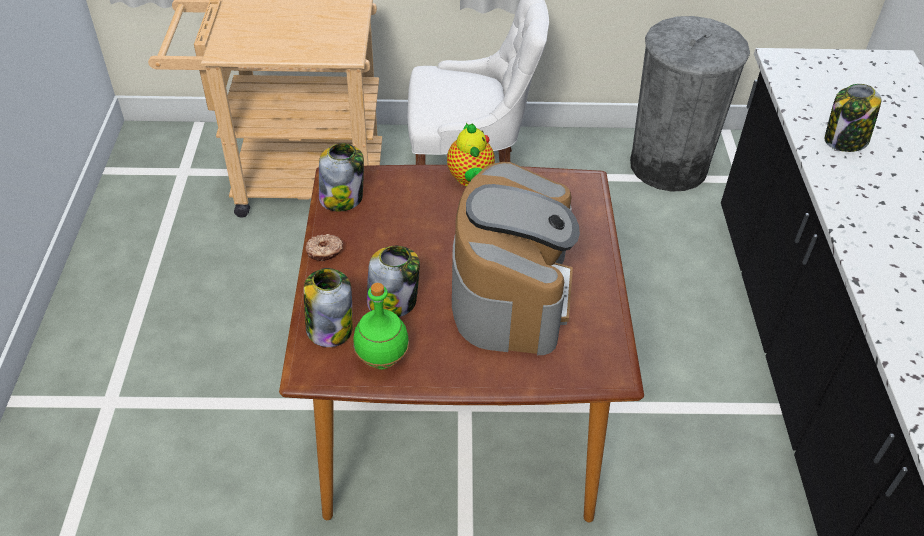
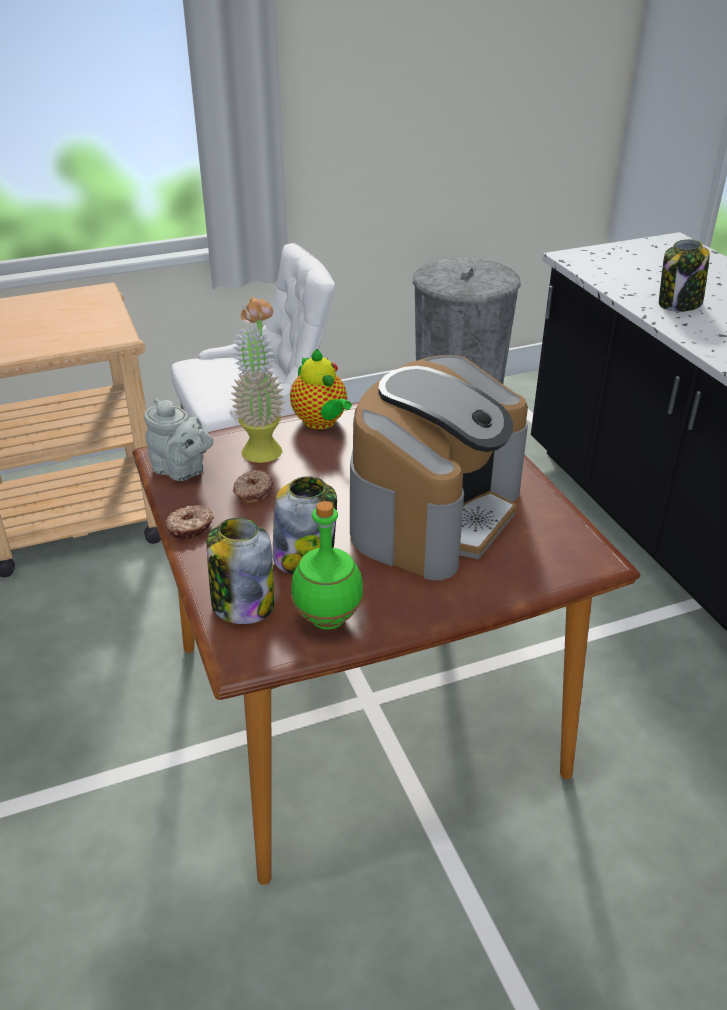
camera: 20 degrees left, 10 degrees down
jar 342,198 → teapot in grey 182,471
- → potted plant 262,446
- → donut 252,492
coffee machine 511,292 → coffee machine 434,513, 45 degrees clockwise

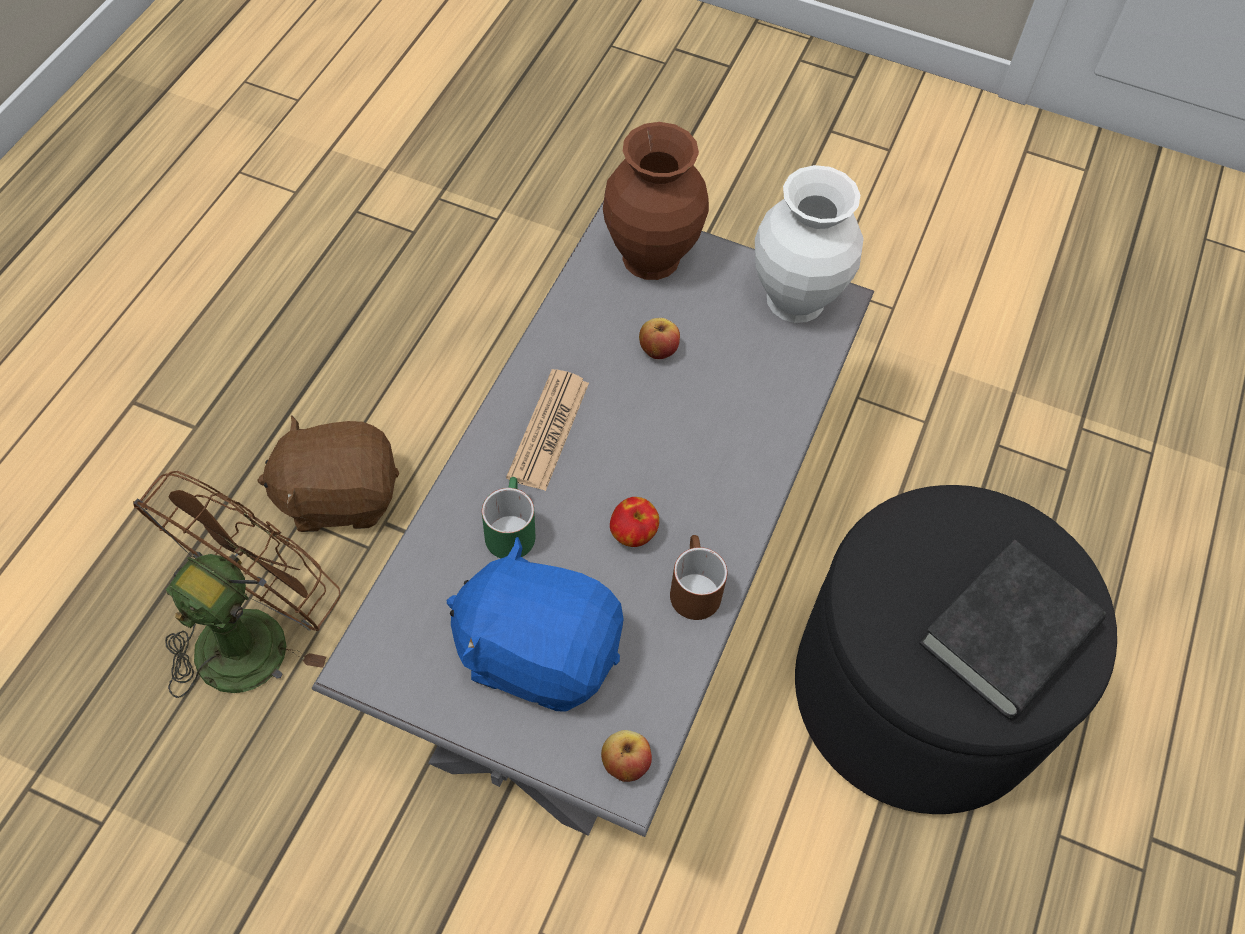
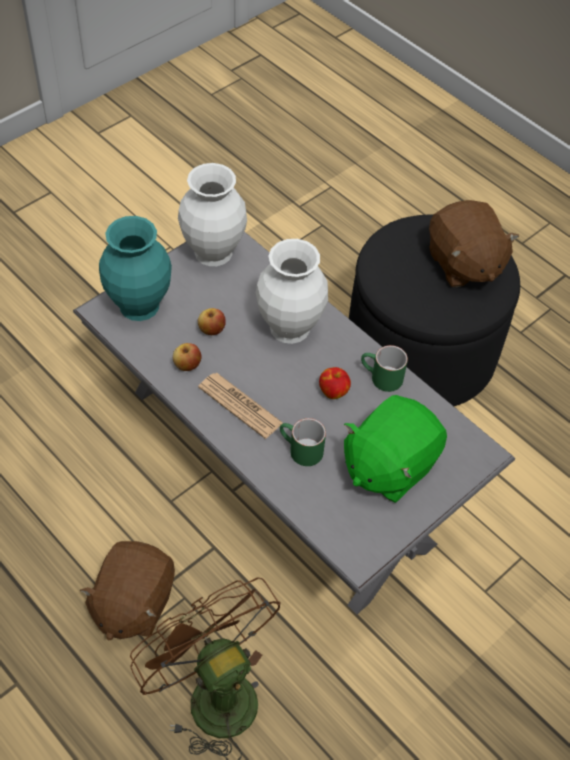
camera: 65 degrees left, 5 degrees down
vase in brown 650,256 → vase in turquoise 137,305
apple 625,763 → apple 187,365, shifted
- → vase in white 290,329
plush toy in blue 538,651 → plush toy in green 388,465
mug in brown 692,587 → mug in green 380,378
book in black 1008,636 → plush toy in brown 463,264

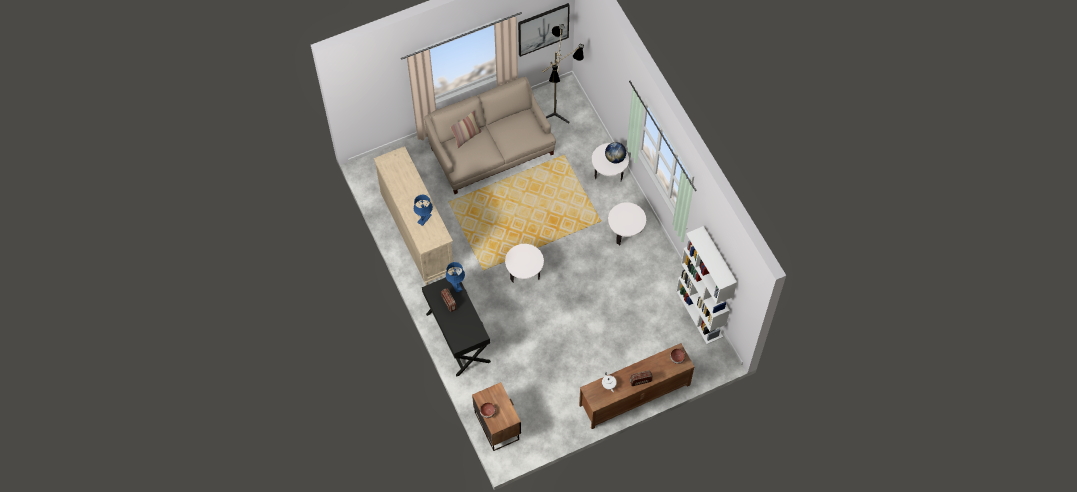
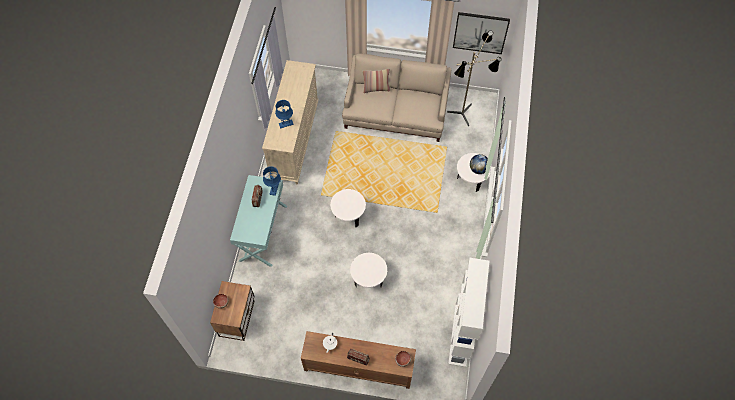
camera: 35 degrees right, 0 degrees up
console table in black 457,337 → console table in turquoise 263,233
side table in white 625,232 → side table in white 368,280, shifted

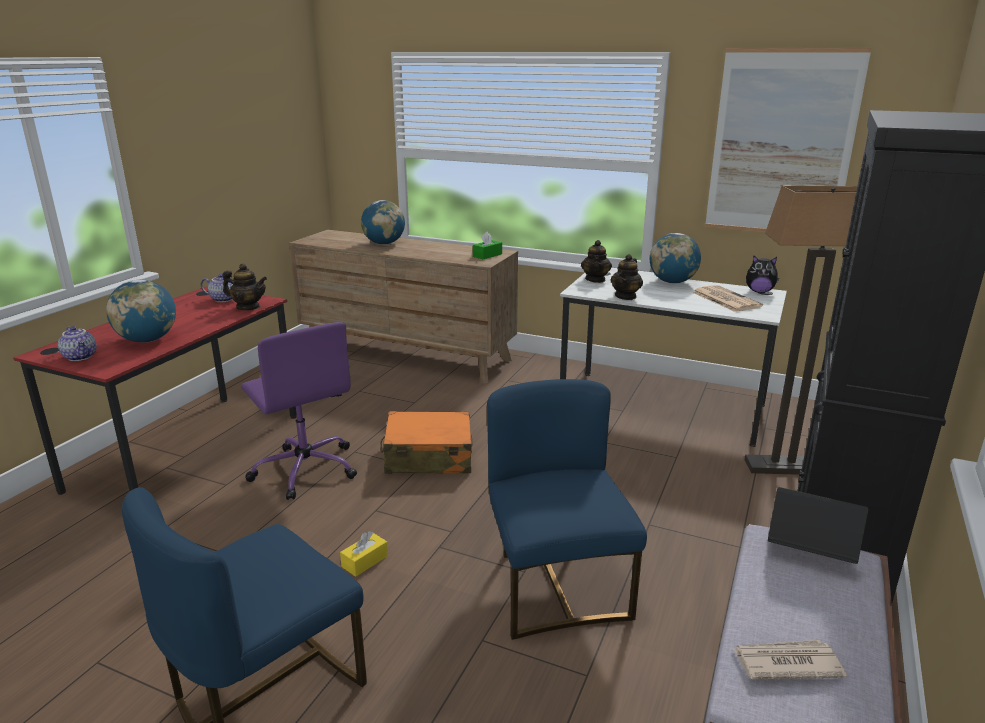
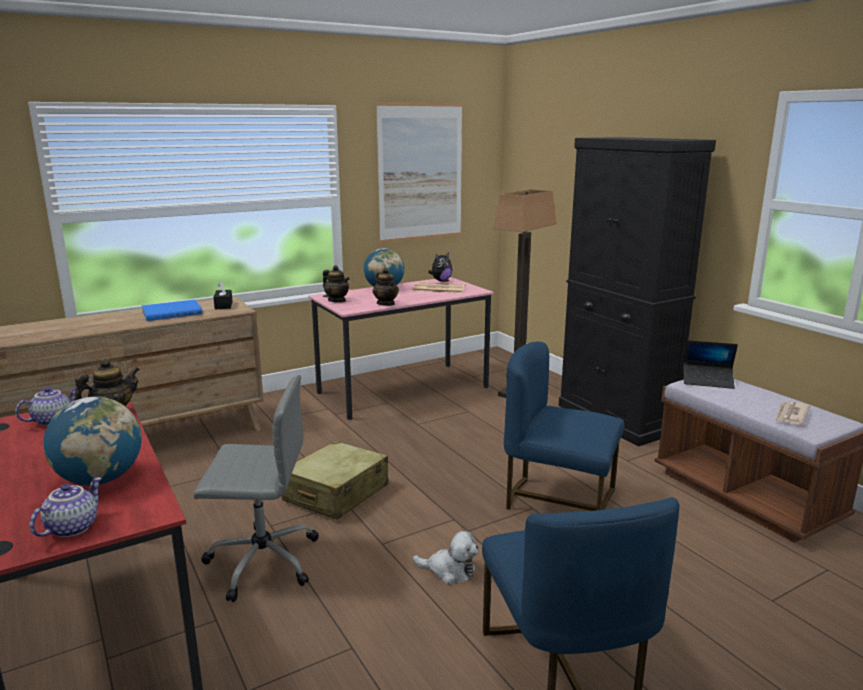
camera: 55 degrees left, 5 degrees down
teapot 81,357 → teapot 72,527, 60 degrees counterclockwise
- → book in blue 172,312
office chair in purple 305,469 → office chair in grey 261,561
tissue box in green 487,255 → tissue box in black 223,305
suitcase in orange 428,457 → suitcase in beige 336,494
desk in white 662,406 → desk in pink 403,390
tissue box in yellow 365,561 → plush toy 449,571
laptop 809,552 → laptop 707,381, 135 degrees counterclockwise
globe 384,243 → -

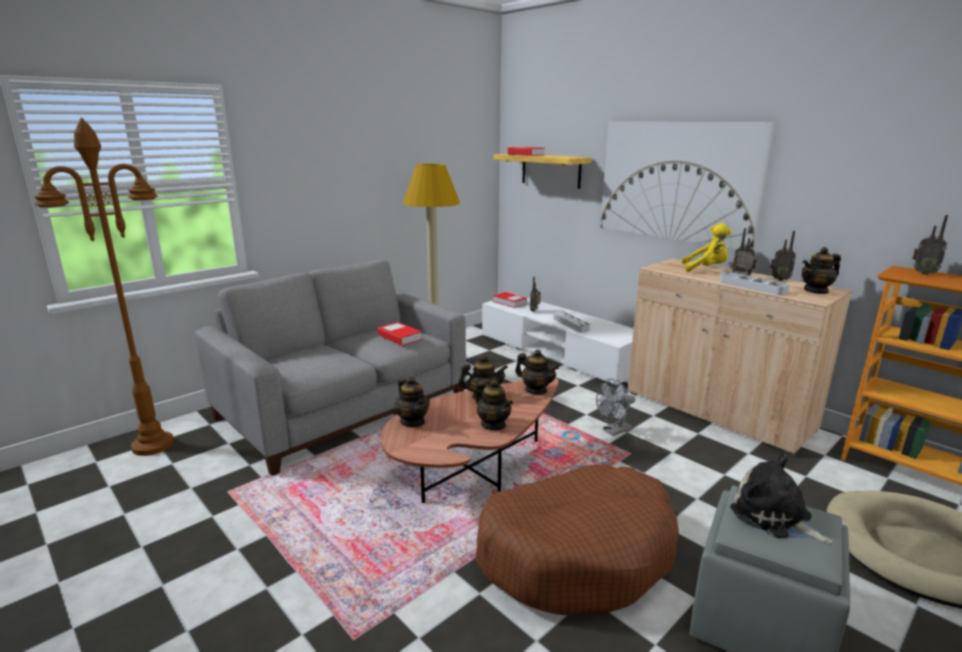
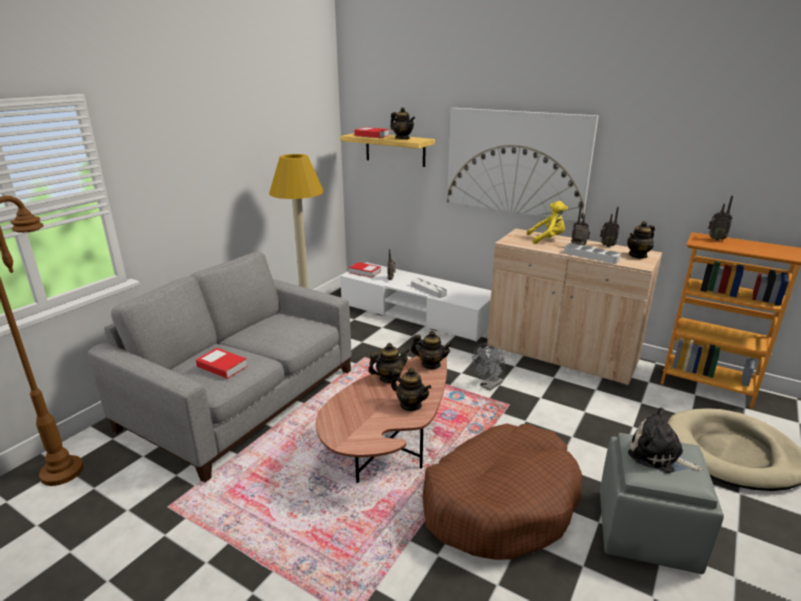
camera: 15 degrees left, 5 degrees up
book 399,337 → book 222,367, shifted
teapot 413,421 → teapot 402,138, shifted

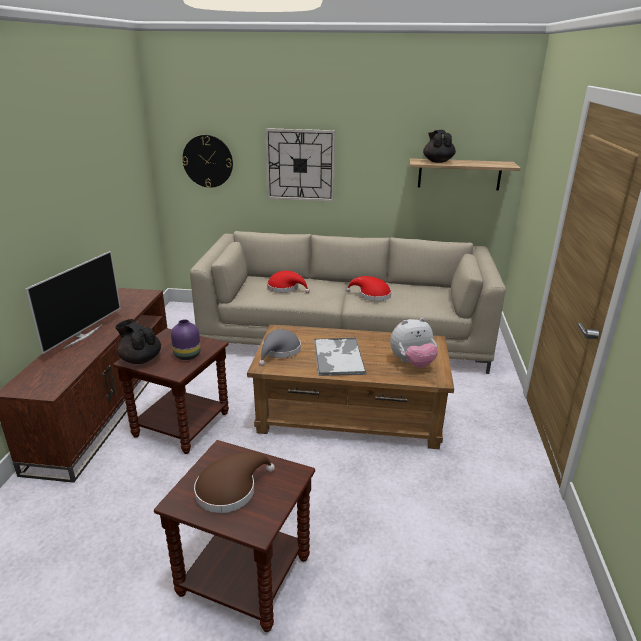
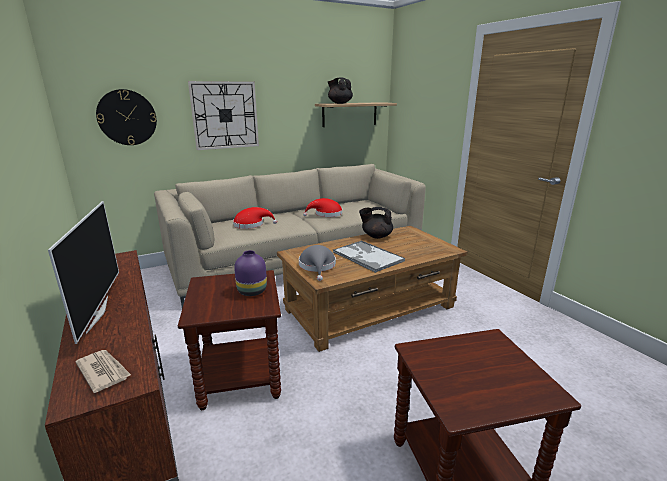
camera: 35 degrees left, 5 degrees down
- → newspaper 103,371
teapot in black 140,359 → teapot in black 376,236, shifted
hat in brown 230,490 → -
plush toy 412,363 → -

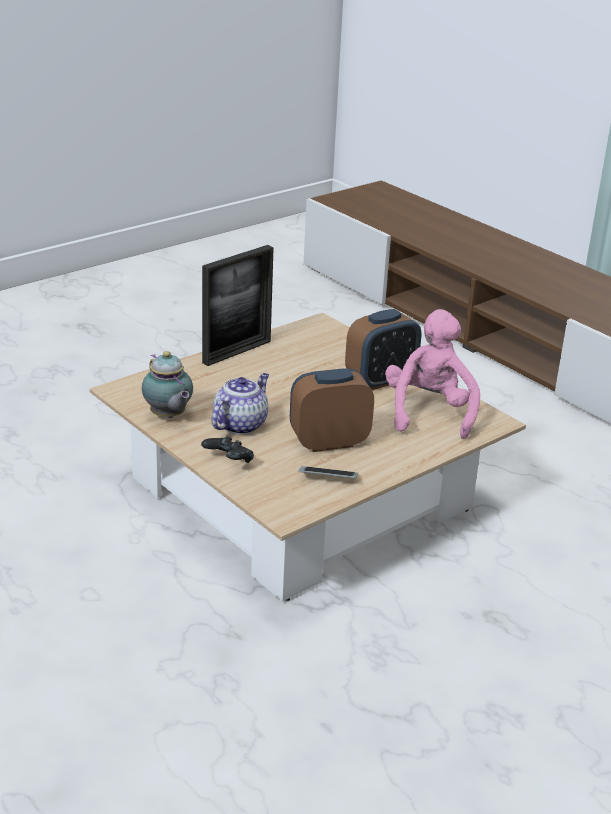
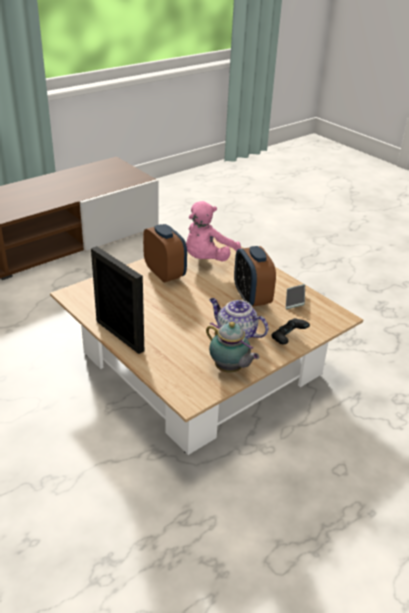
camera: 90 degrees left, 5 degrees up
plush toy in pink 429,412 → plush toy in pink 207,259, 60 degrees counterclockwise
teapot 168,416 → teapot 229,369, 75 degrees clockwise

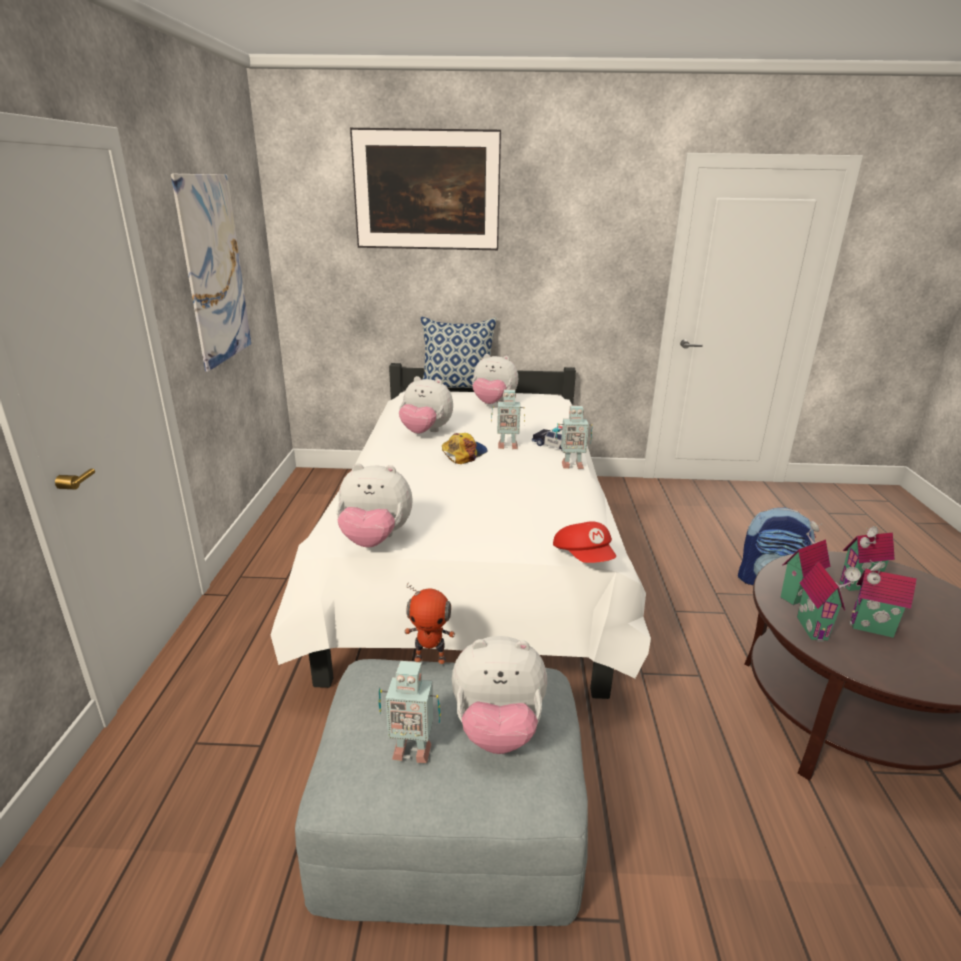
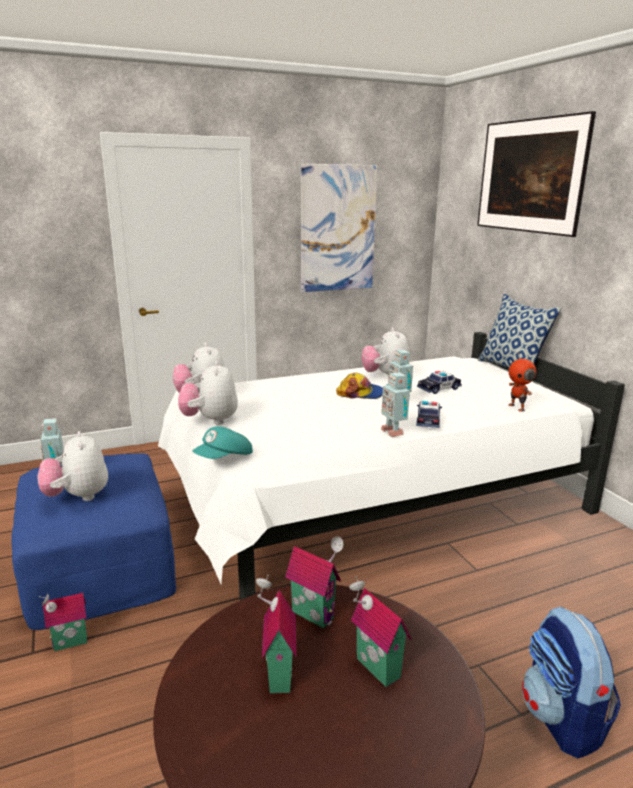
camera: 65 degrees right, 5 degrees down
ottoman in grey 450,820 → ottoman in blue 99,562
toy house 814,629 → toy house 70,644, shifted
plush toy 493,404 → plush toy 210,420, shifted
cap in red 584,557 → cap in turquoise 224,458
- → toy car 439,388
toy robot 430,658 → toy robot 517,407, shifted

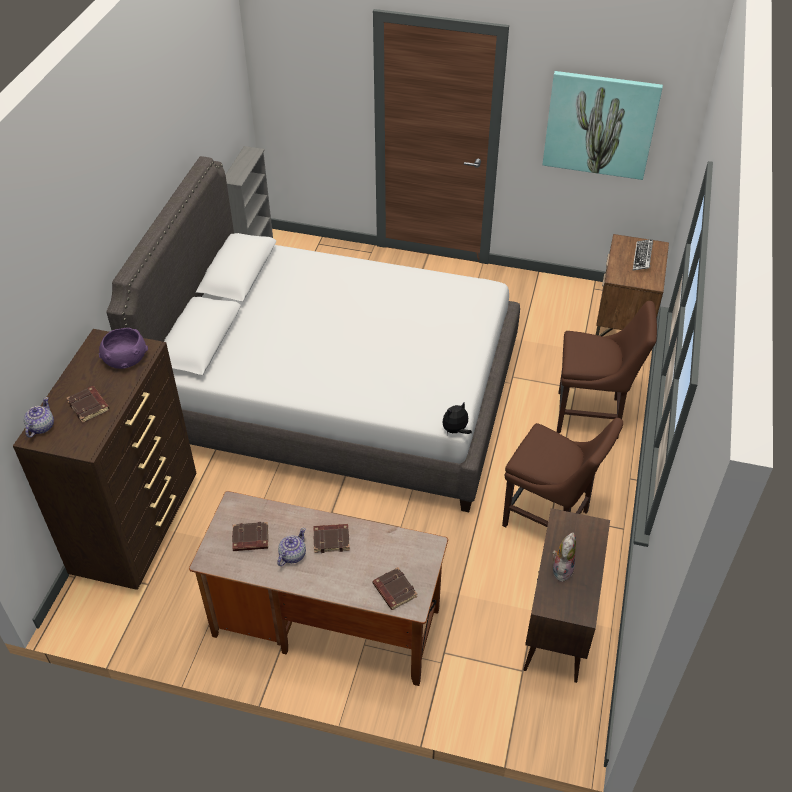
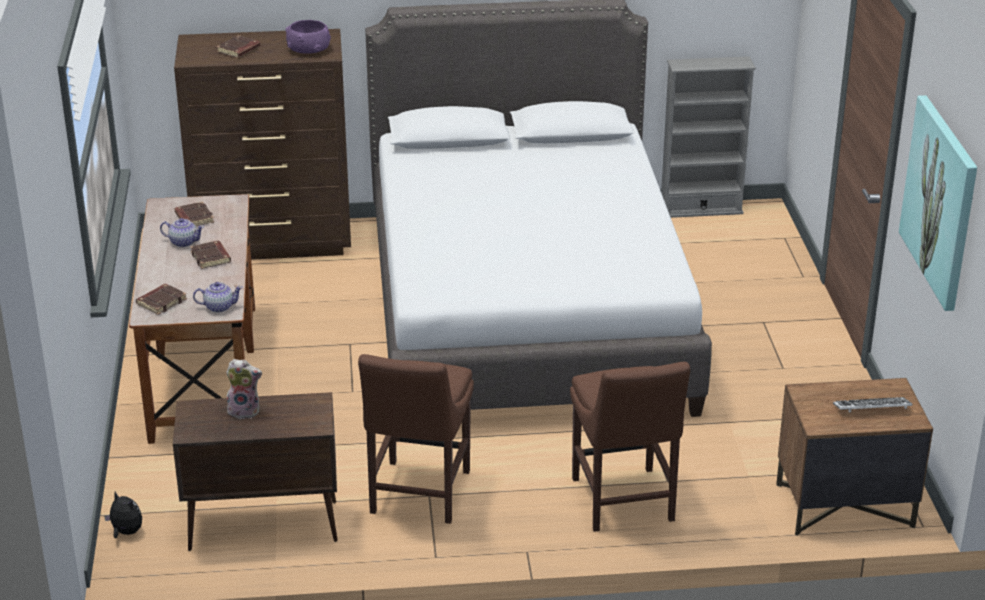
camera: 70 degrees right, 15 degrees down
plush toy 455,430 → plush toy 126,532, shifted
teapot 41,427 → teapot 219,307, shifted

